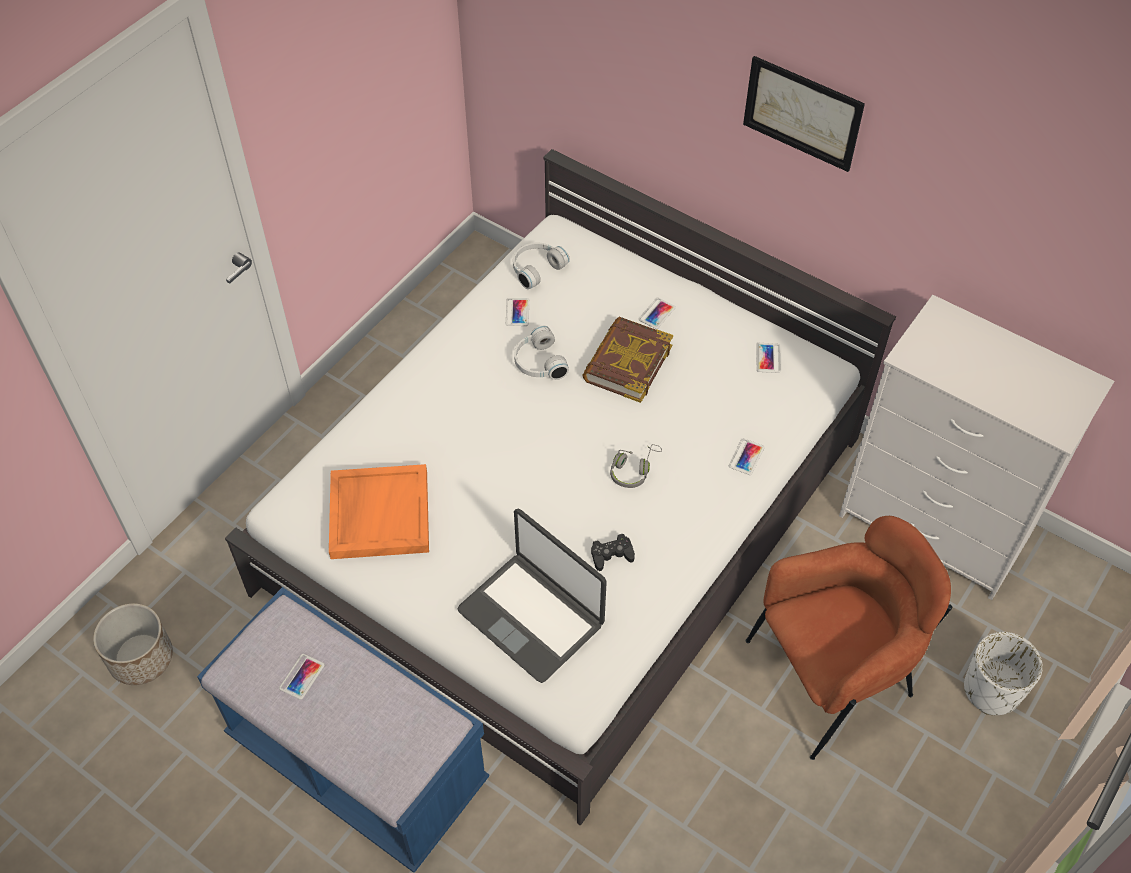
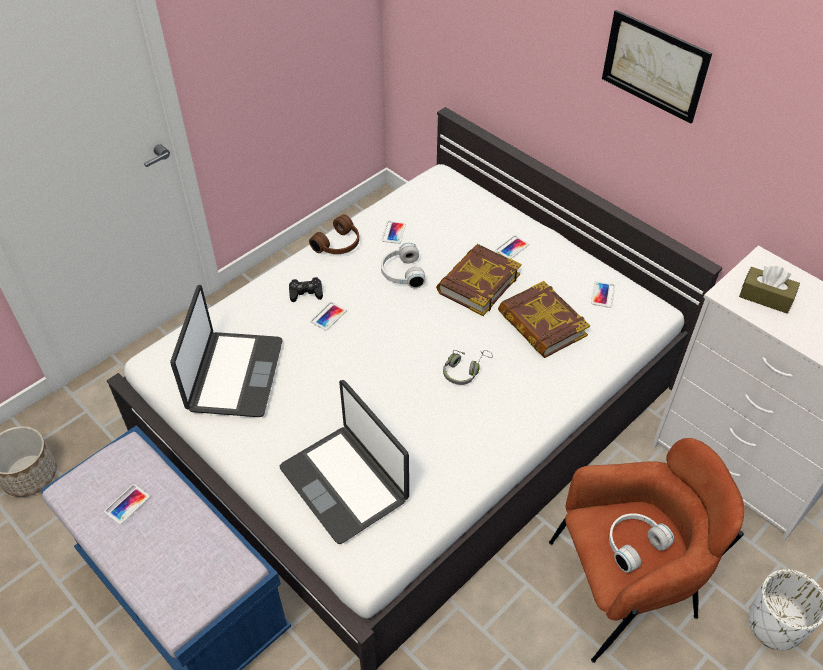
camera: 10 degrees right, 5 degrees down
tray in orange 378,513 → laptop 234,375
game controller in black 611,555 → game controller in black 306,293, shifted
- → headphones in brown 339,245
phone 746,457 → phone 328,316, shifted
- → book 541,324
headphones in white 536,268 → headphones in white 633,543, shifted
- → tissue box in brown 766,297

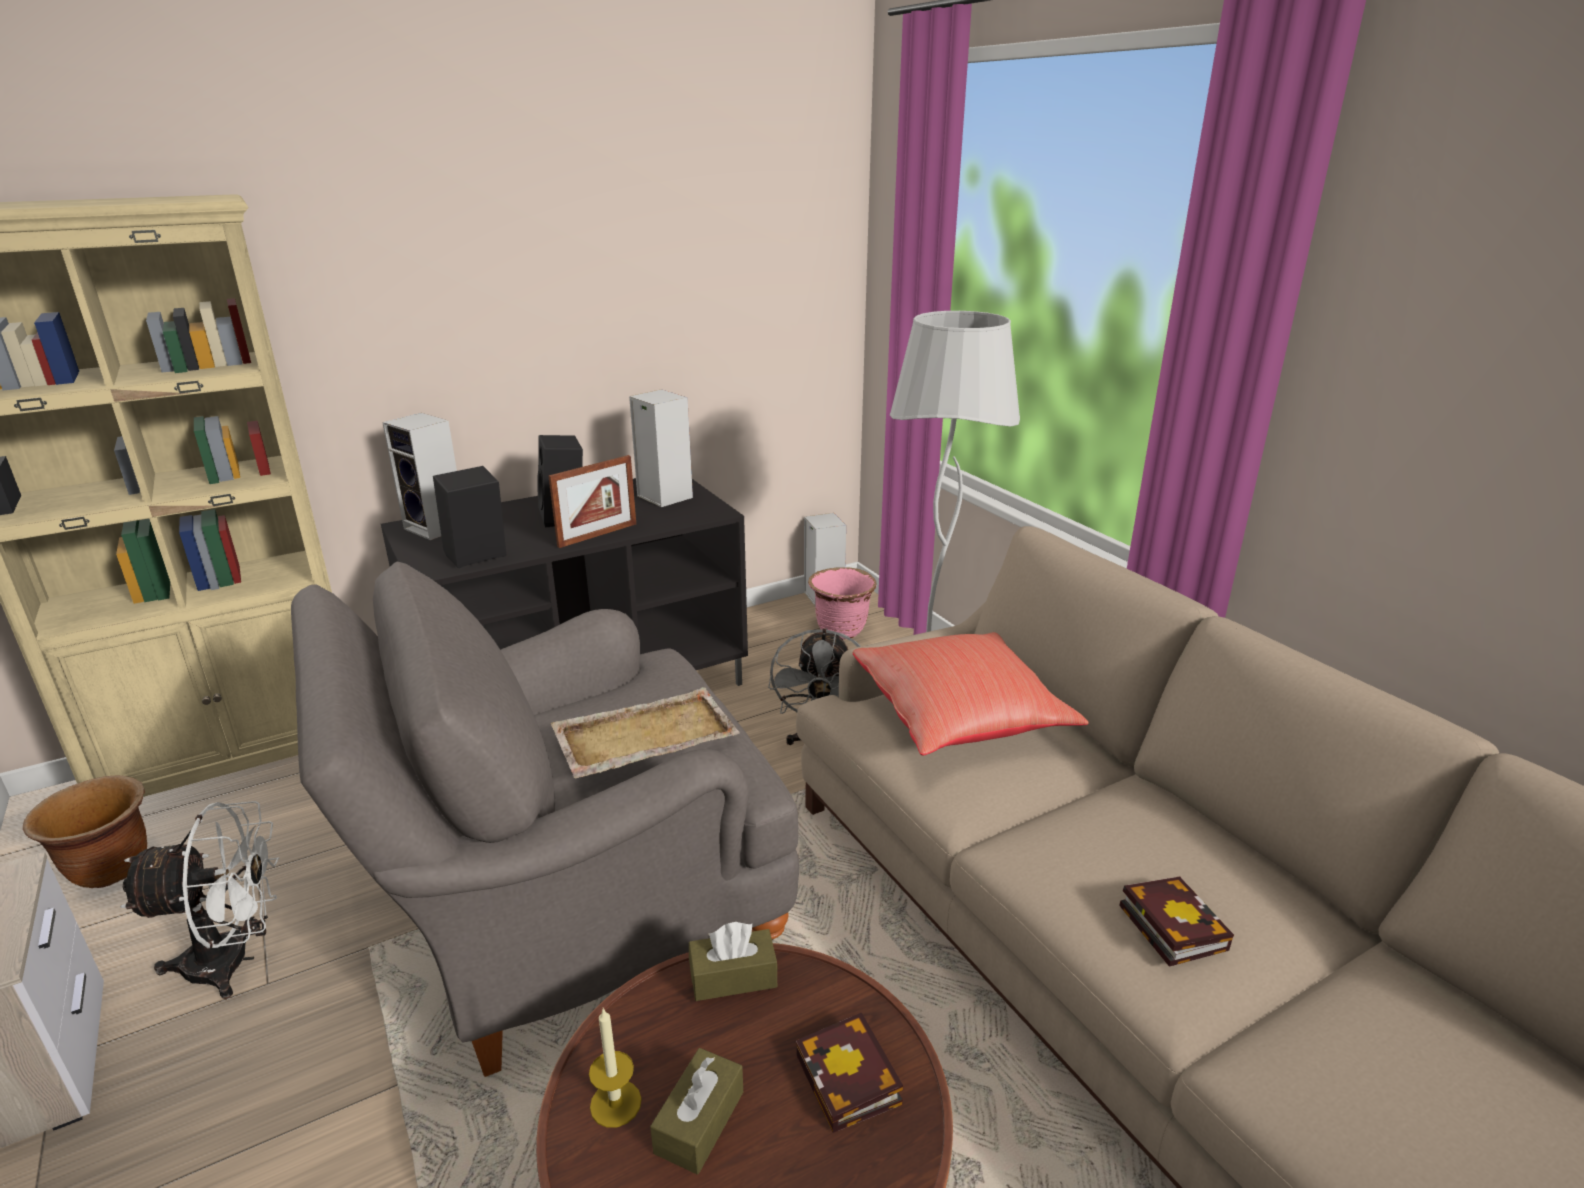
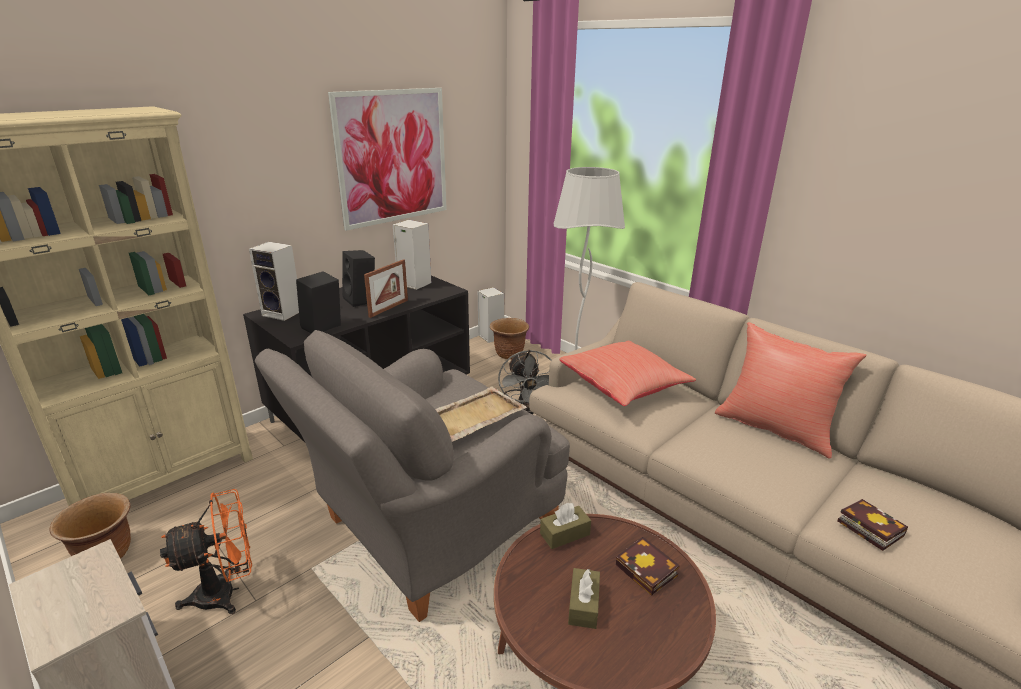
camera: 15 degrees left, 0 degrees up
fan in white 234,961 → fan in orange 226,592
- → picture 393,157
planter in pink 841,630 → planter in brown 508,354
- → pillow in red 775,428
book 1168,924 → book 867,527, shifted
candle 615,1103 → -

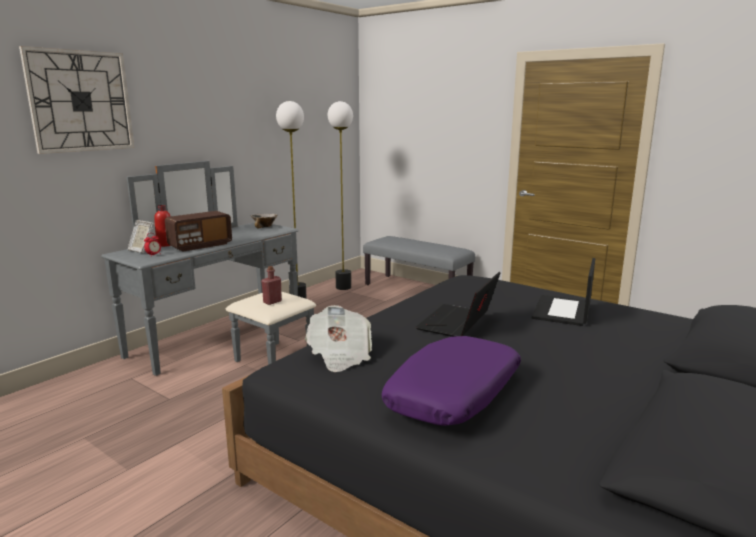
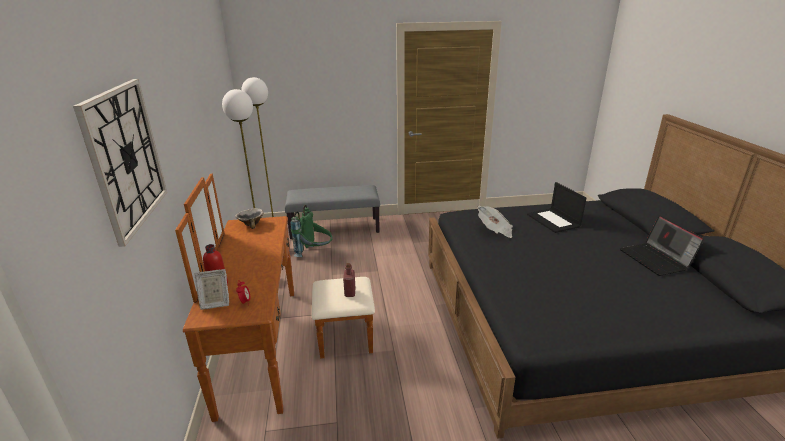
camera: 45 degrees left, 10 degrees up
dresser in grey 230,340 → dresser in brown 280,344
- → backpack in green 315,253
newspaper 339,355 → newspaper 495,230, shifted
laptop 458,323 → laptop 656,259, shifted
radio 200,245 → -
pillow in purple 455,394 → -

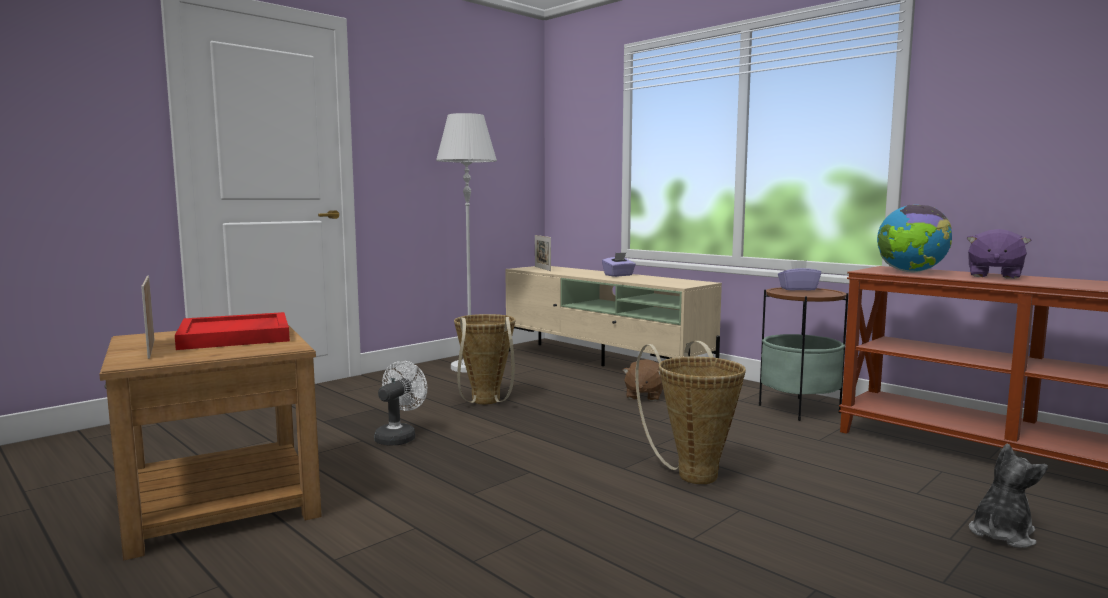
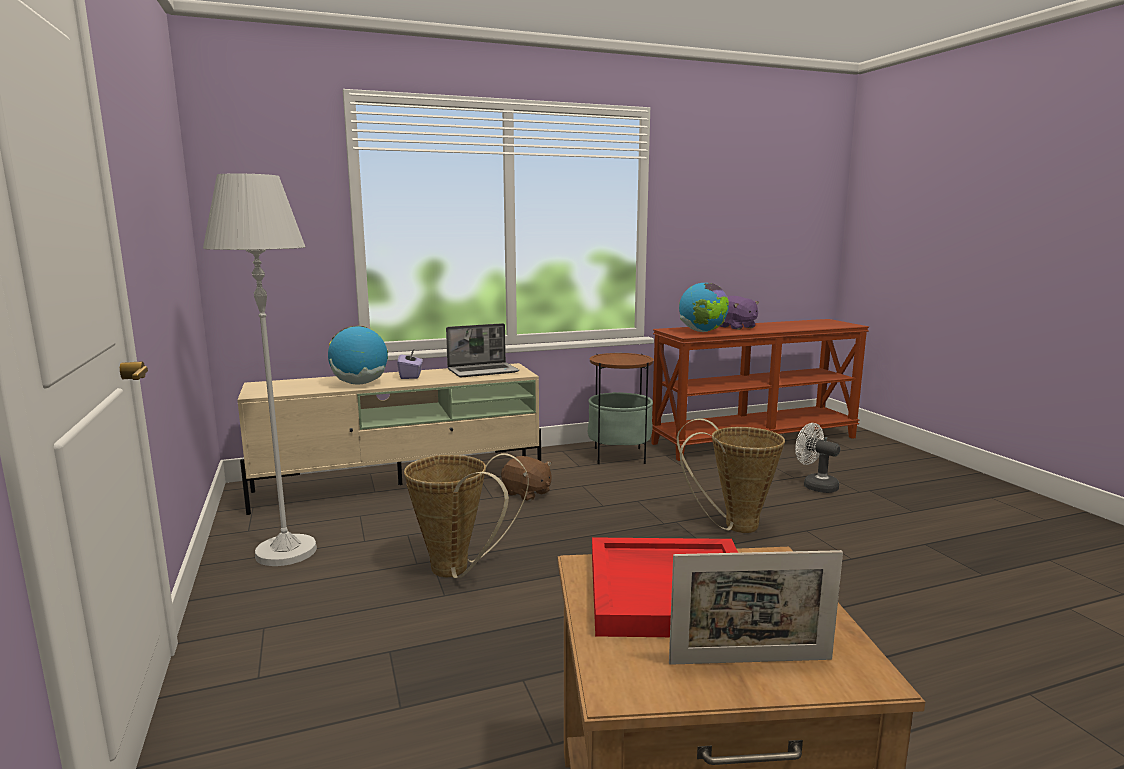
camera: 65 degrees left, 5 degrees up
- → globe 360,383
- → laptop 483,371
fan in white 399,437 → fan in white 815,485, shifted
picture frame 542,268 → -
tissue box in purple 798,289 → -
plush toy 1001,534 → -

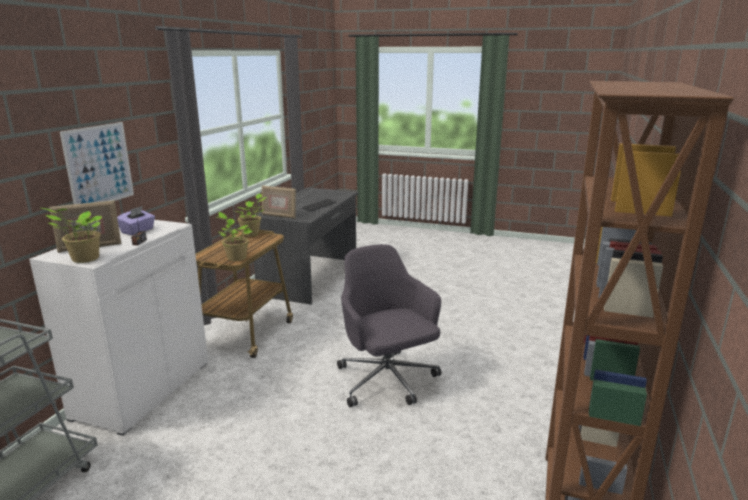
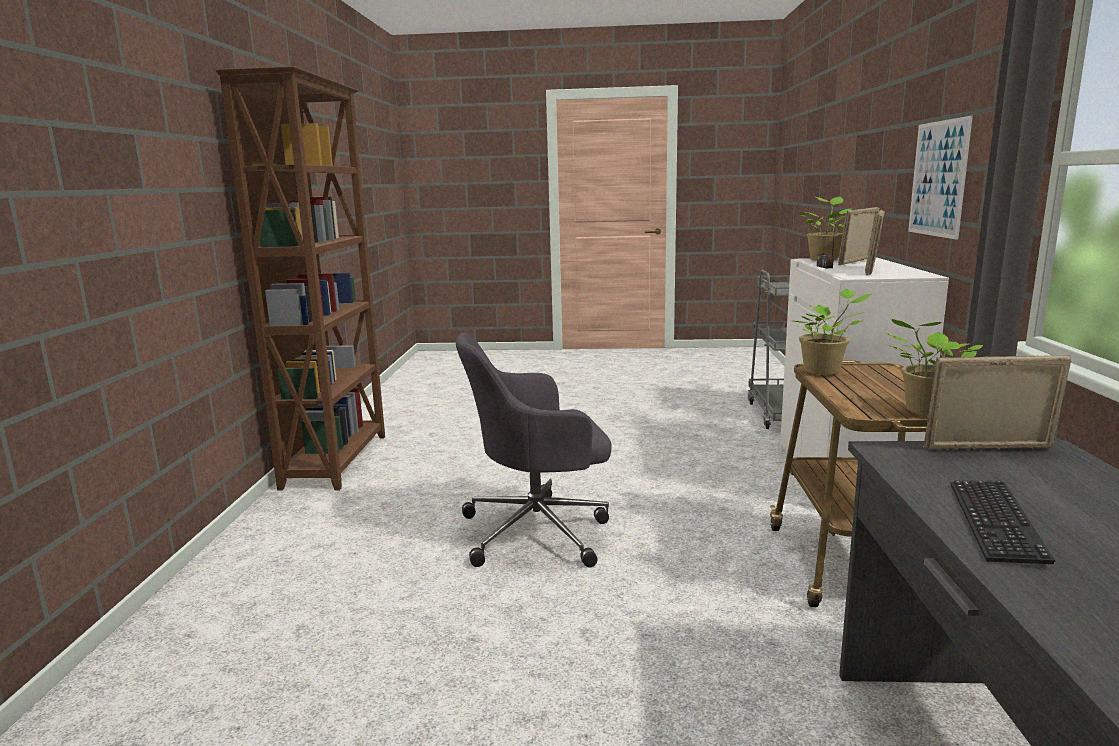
camera: 165 degrees right, 5 degrees down
office chair in grey 387,381 → office chair in grey 539,531, 120 degrees clockwise
tissue box in purple 138,231 → picture frame 872,271

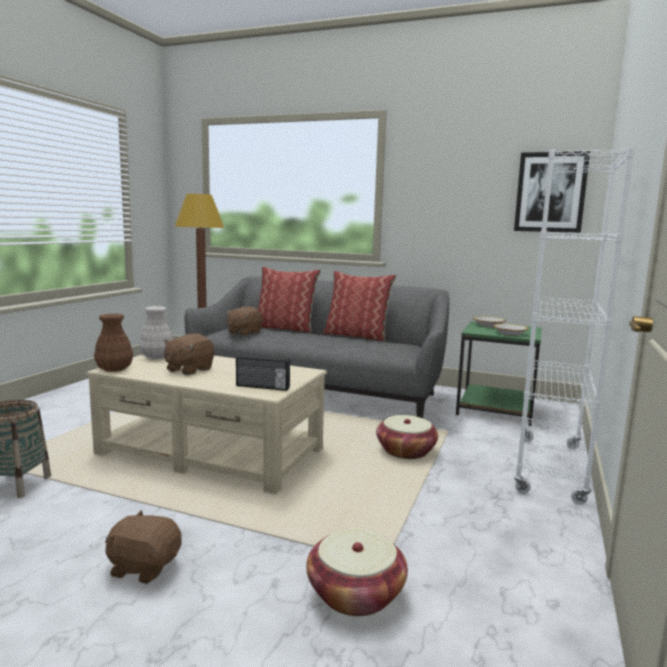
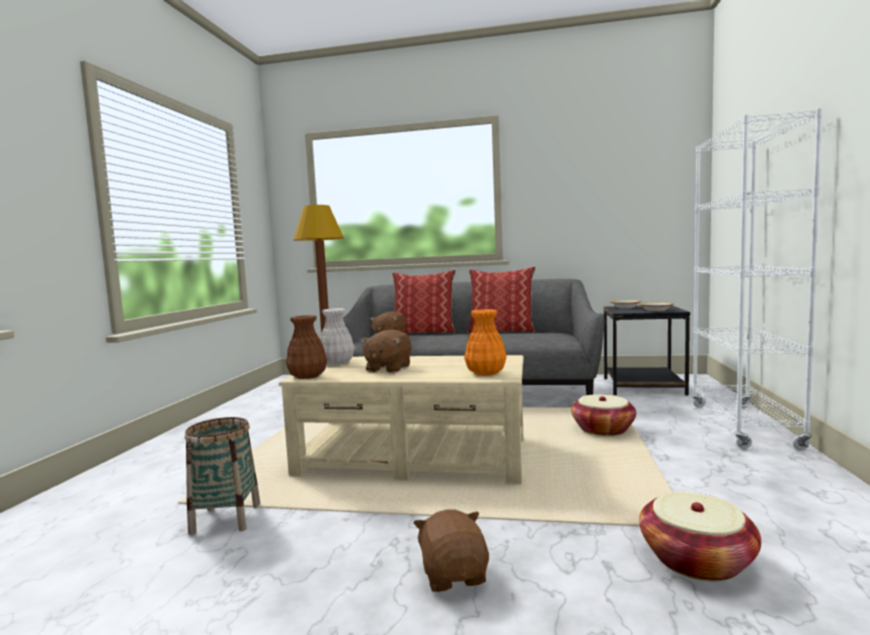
camera: 10 degrees left, 5 degrees down
plush toy in brown 144,567 → plush toy in brown 454,575, 75 degrees clockwise
radio 262,387 → vase in orange 486,373
side table in green 496,409 → side table in black 644,386
picture 550,192 → -

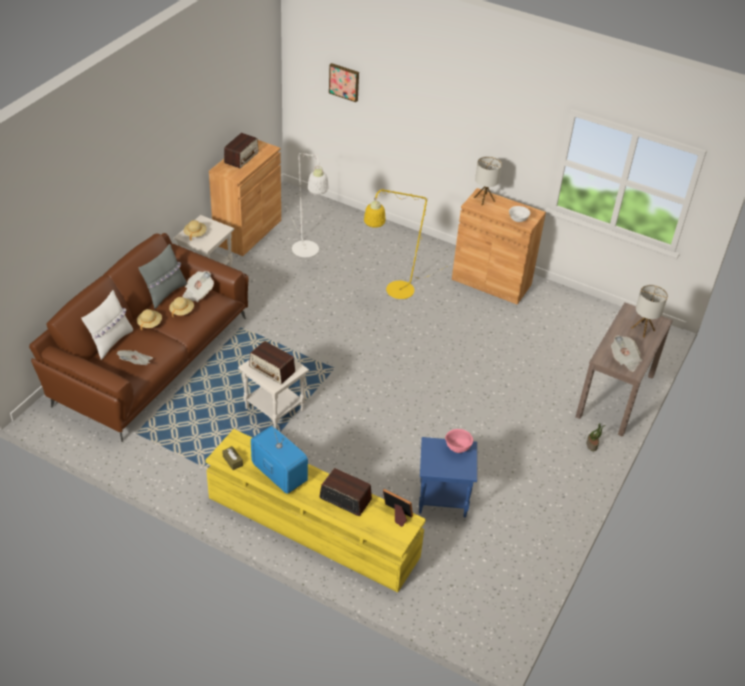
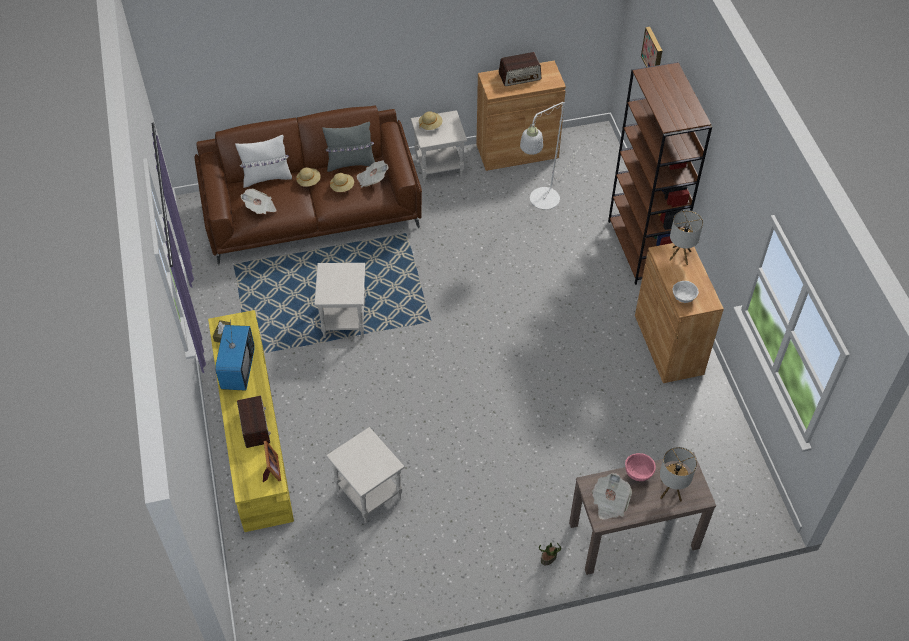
camera: 50 degrees right, 10 degrees up
side table in blue 442,499 → side table in white 367,494
- → bookcase in brown 642,249
bowl in pink 457,449 → bowl in pink 638,474, shifted
radio 272,369 → -
floor lamp in yellow 394,293 → -

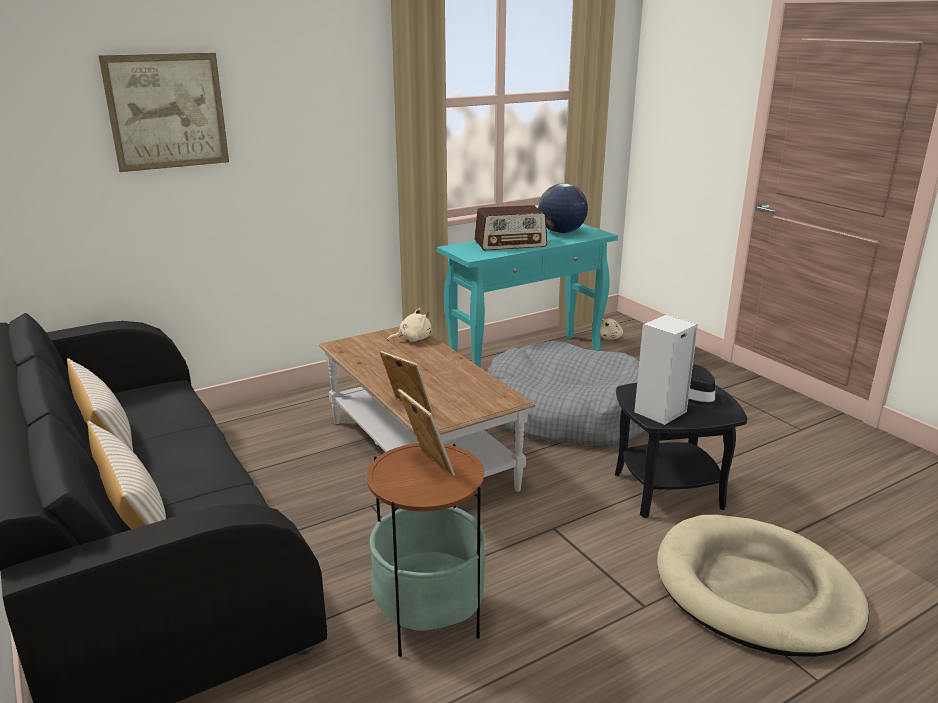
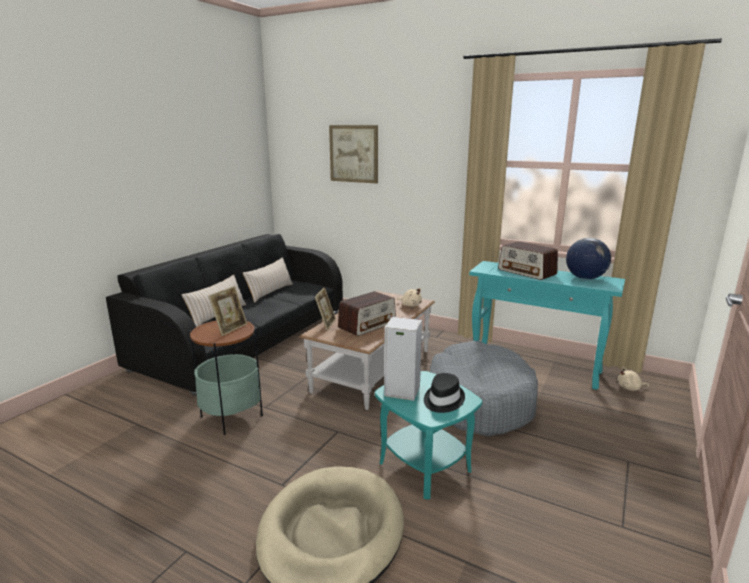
camera: 60 degrees right, 5 degrees down
- → radio 367,325
side table in black 668,491 → side table in turquoise 425,467

